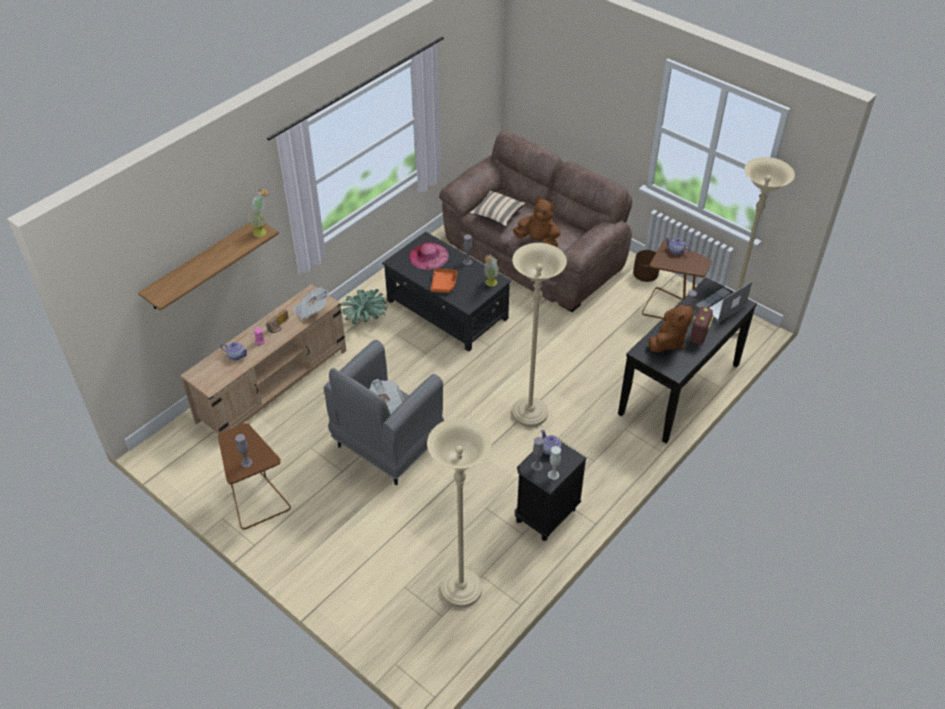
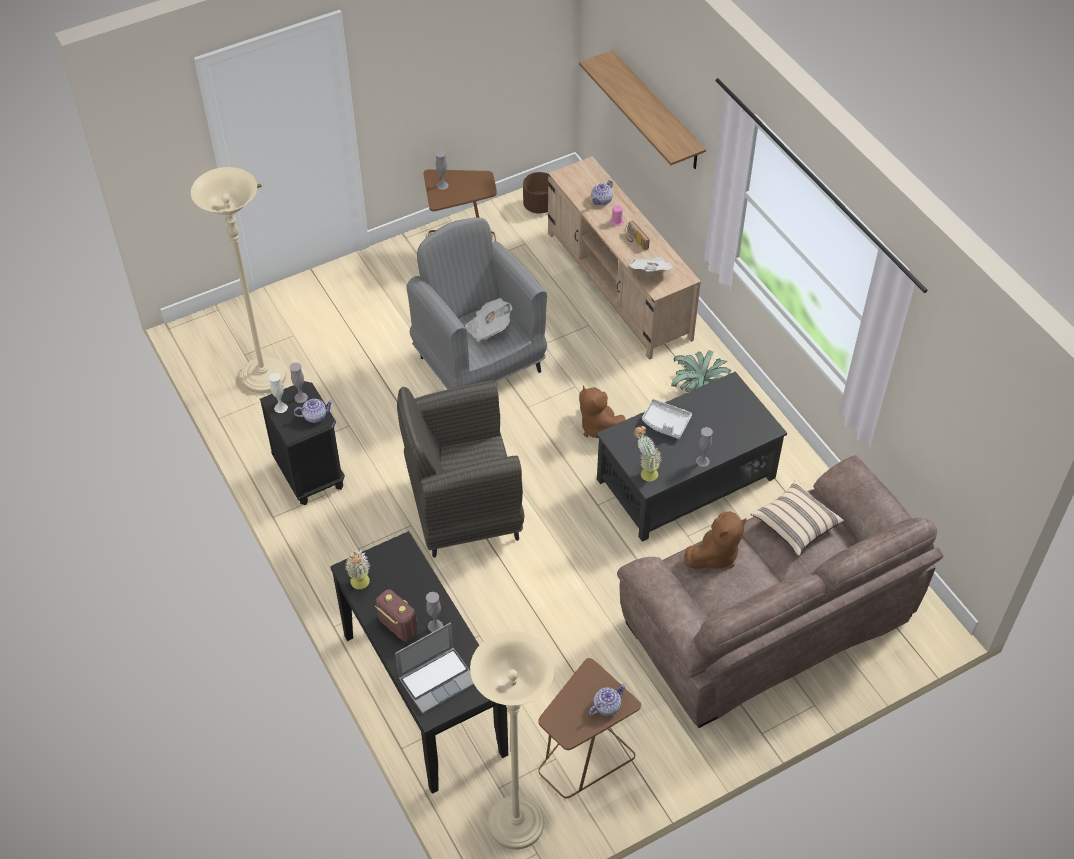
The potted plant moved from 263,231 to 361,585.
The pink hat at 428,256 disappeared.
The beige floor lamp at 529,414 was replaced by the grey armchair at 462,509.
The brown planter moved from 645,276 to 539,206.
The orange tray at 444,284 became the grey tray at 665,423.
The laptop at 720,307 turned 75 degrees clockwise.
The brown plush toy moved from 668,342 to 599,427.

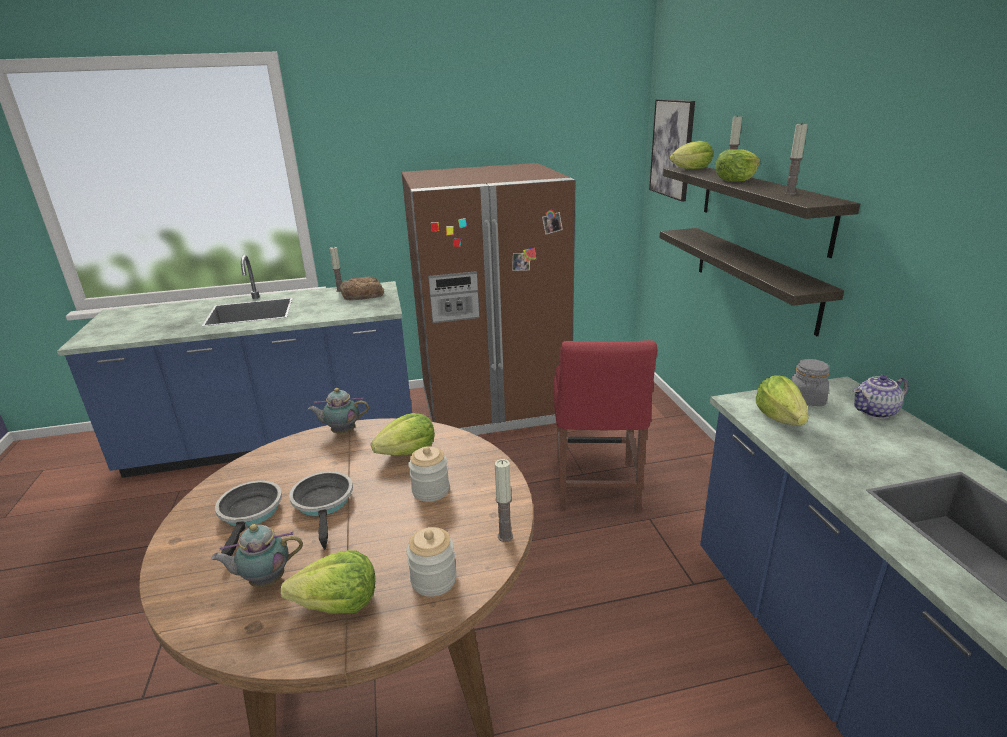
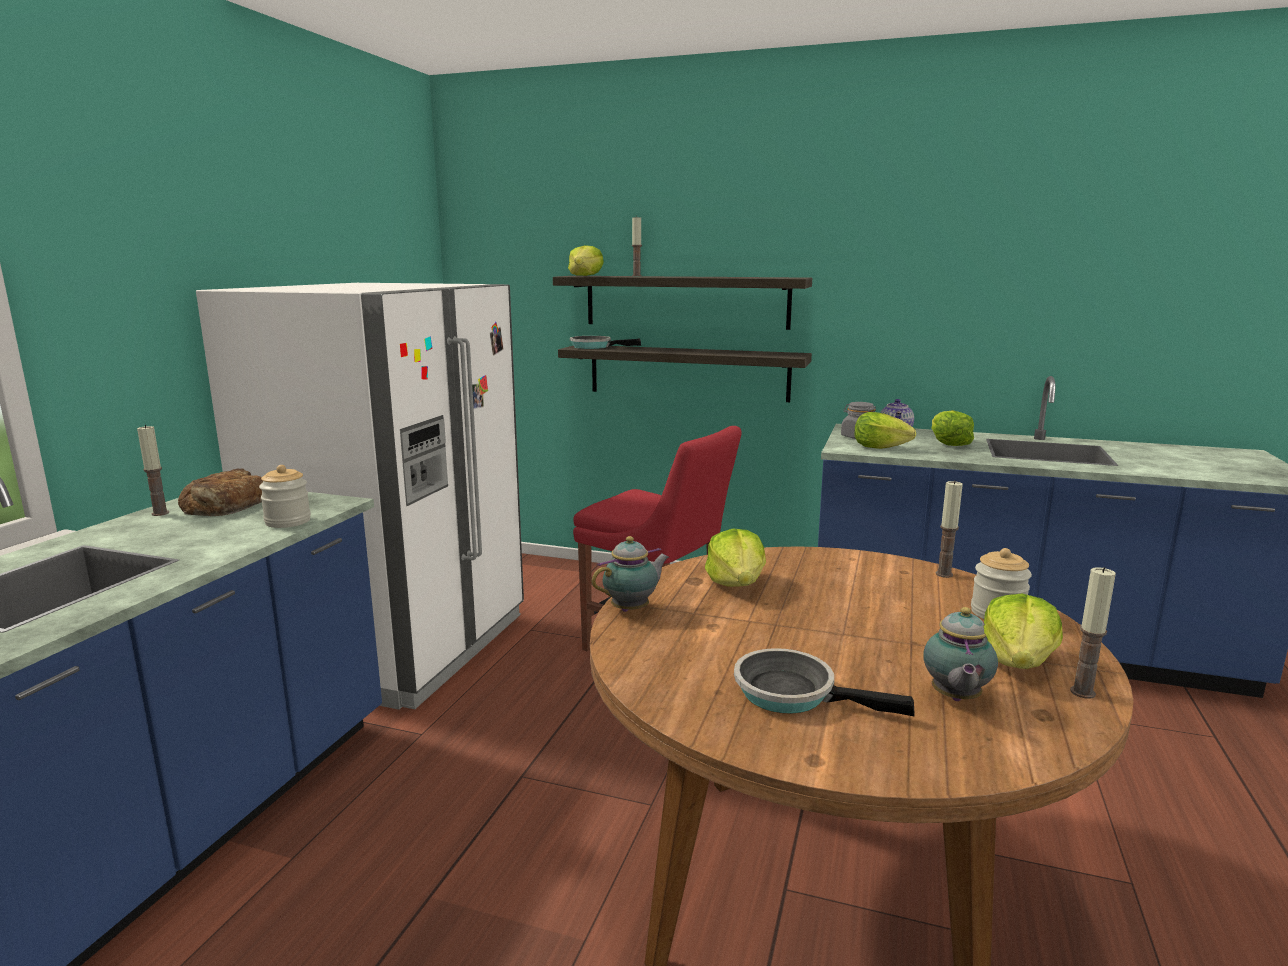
The picture at 672,149 disappeared.
The candle moved from 790,193 to 1082,692.
The lettuce moved from 735,180 to 948,443.
The brown fridge at 493,405 became the white fridge at 400,647.
The teapot at 342,432 turned 150 degrees counterclockwise.
The jar moved from 430,490 to 288,521.
The frying pan moved from 324,504 to 594,347.

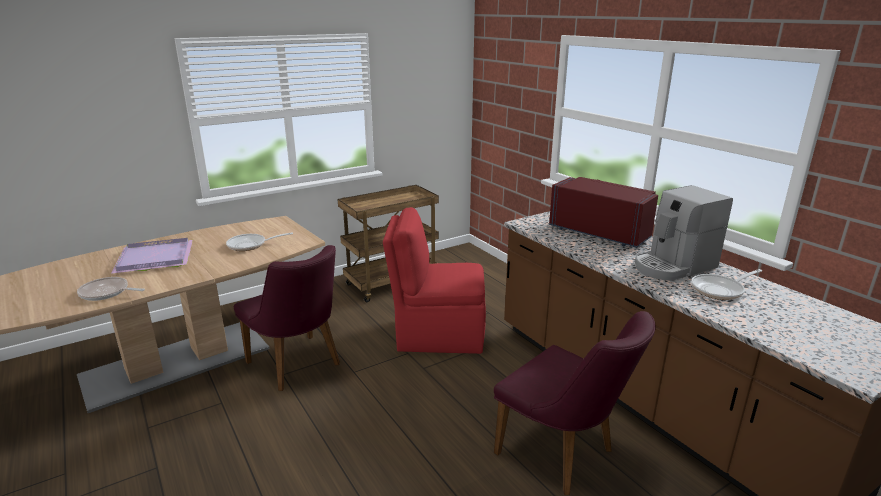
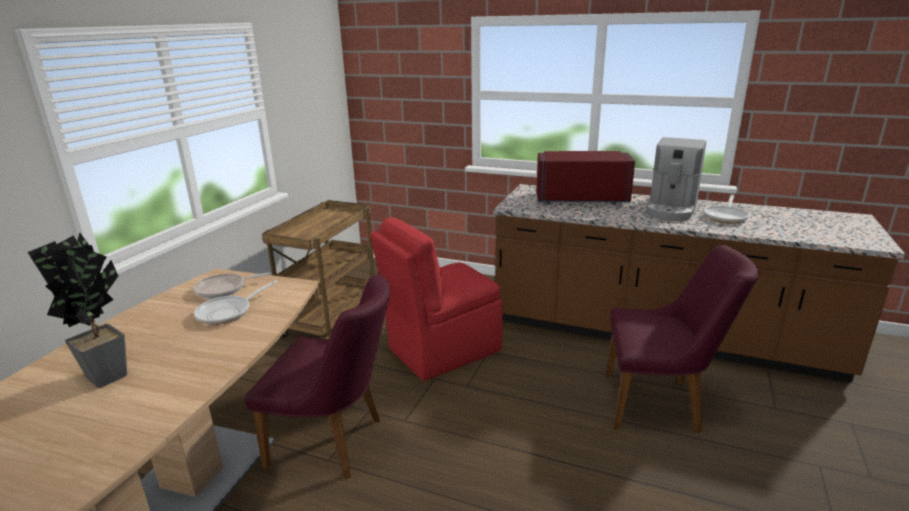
The purple tray at 156,258 was replaced by the potted plant at 108,373.
The frying pan moved from 107,293 to 224,289.

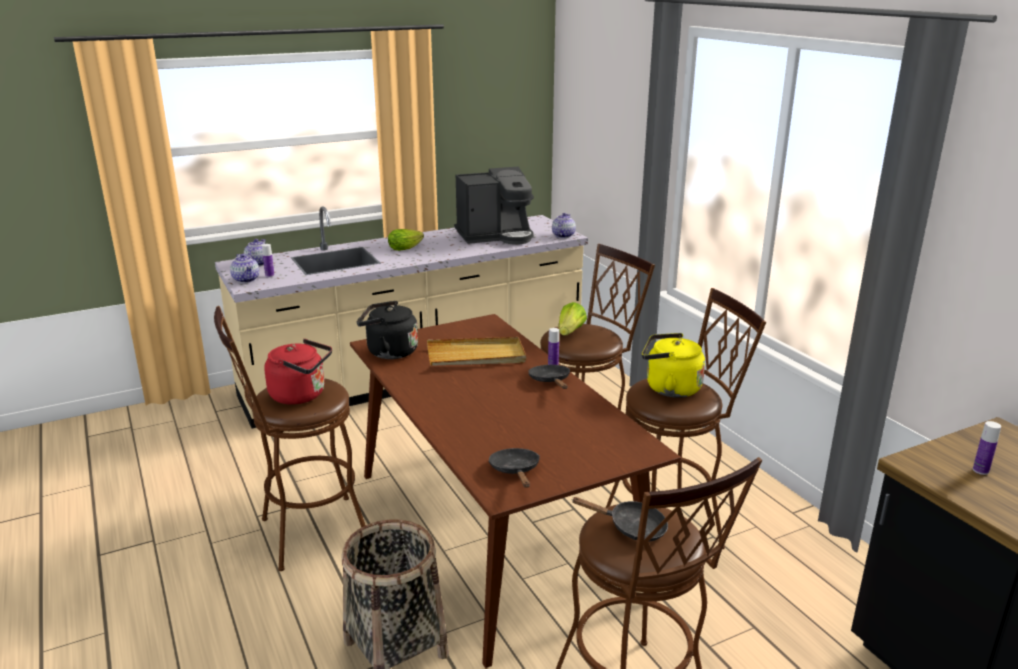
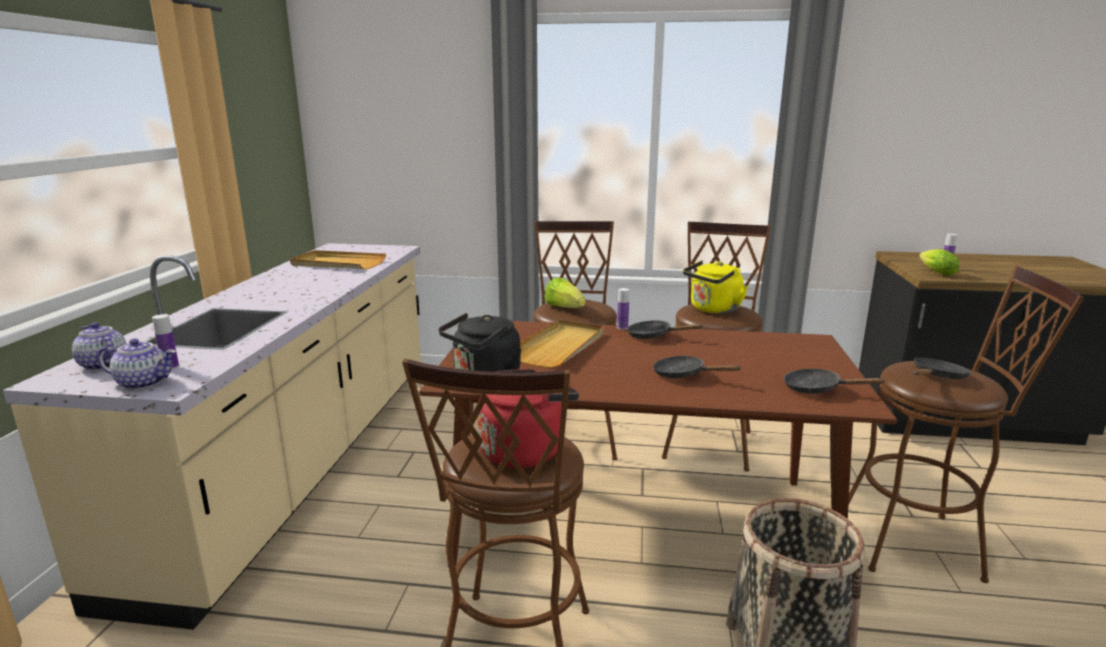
The coffee machine at 496,236 was replaced by the beige tray at 338,263.
The teapot at 563,235 disappeared.
The lettuce moved from 407,248 to 934,272.
The black frying pan at 683,375 appeared.

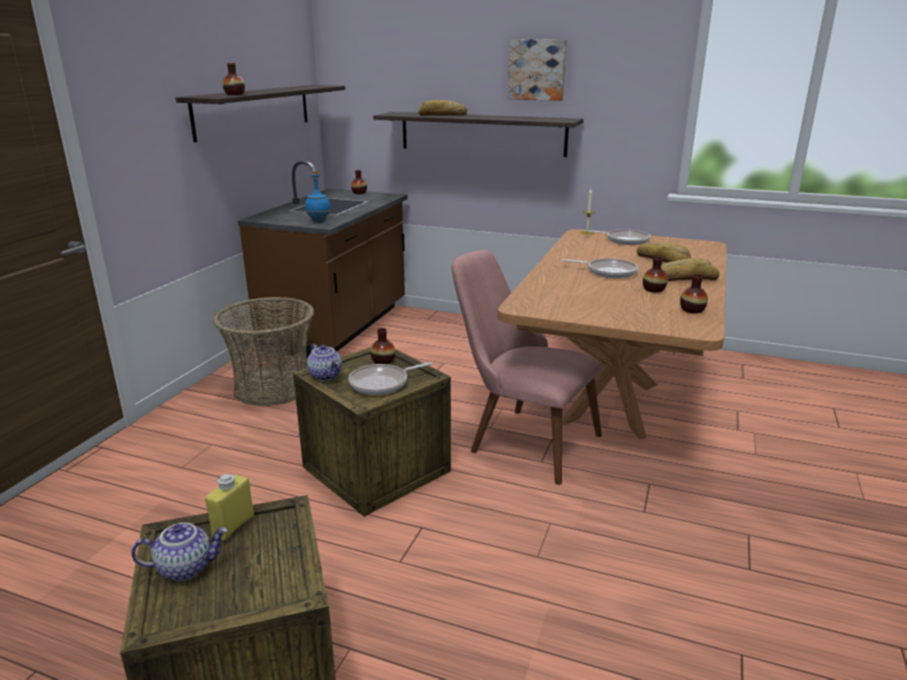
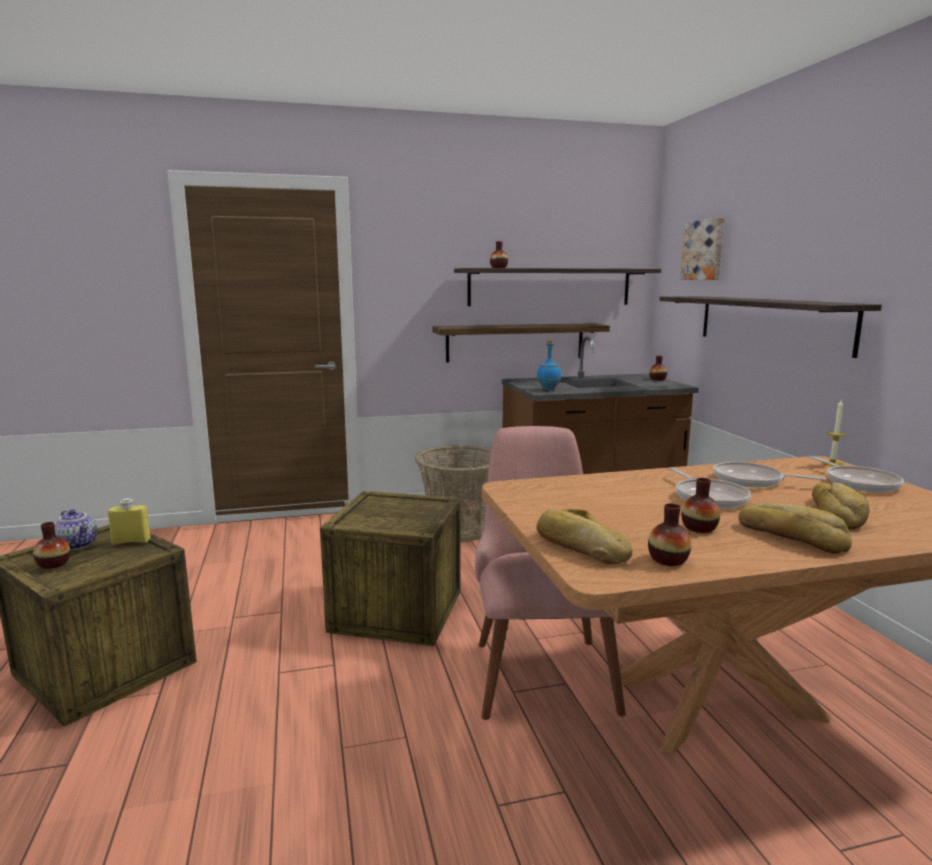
The picture moved from 537,69 to 704,250.
The bread moved from 442,115 to 580,547.
The vase moved from 383,361 to 53,564.
The teapot at 326,375 disappeared.
The frying pan moved from 382,383 to 752,481.
The shelf at 515,342 appeared.

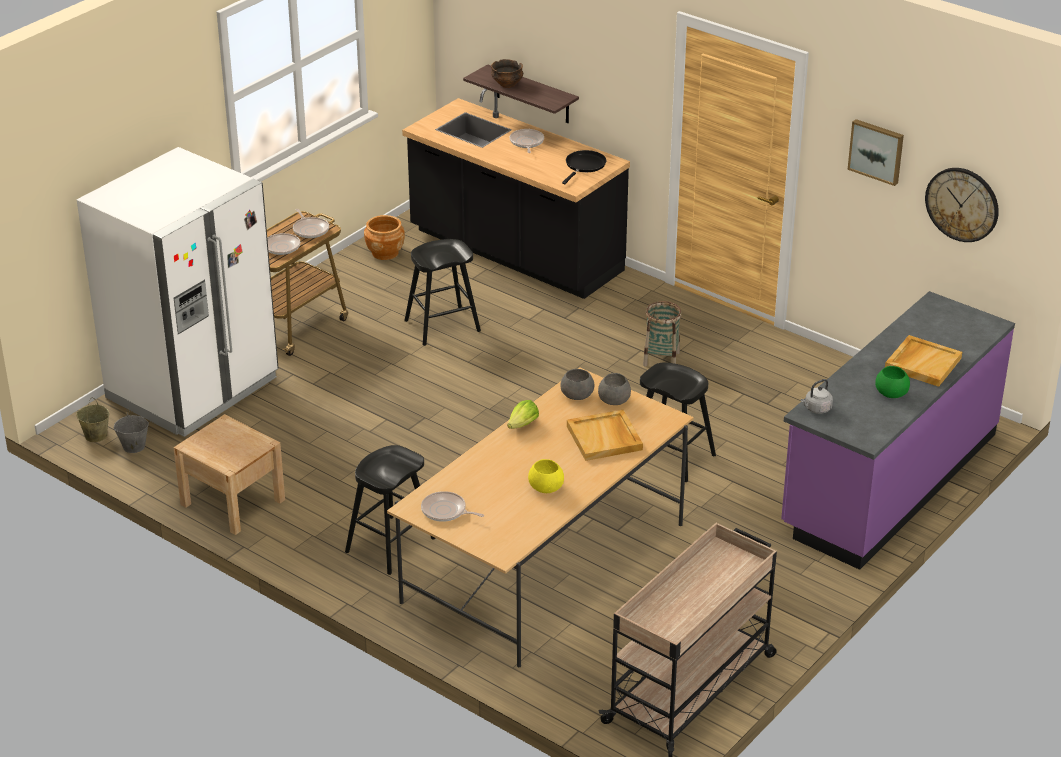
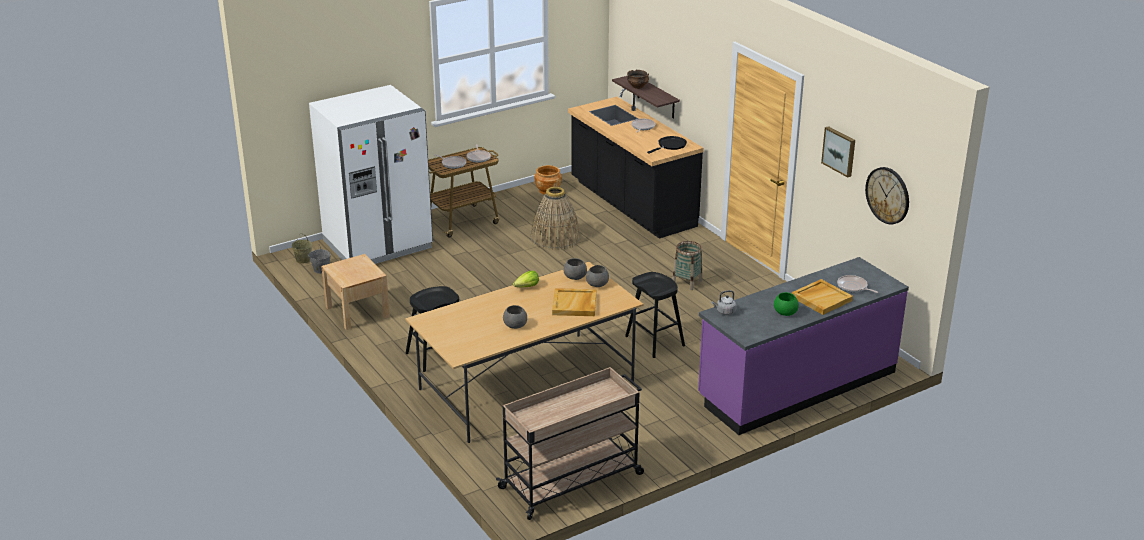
The black stool at 442,326 was replaced by the basket at 555,238.
The yellow bowl at 546,487 became the grey bowl at 515,325.
The frying pan moved from 446,511 to 853,287.

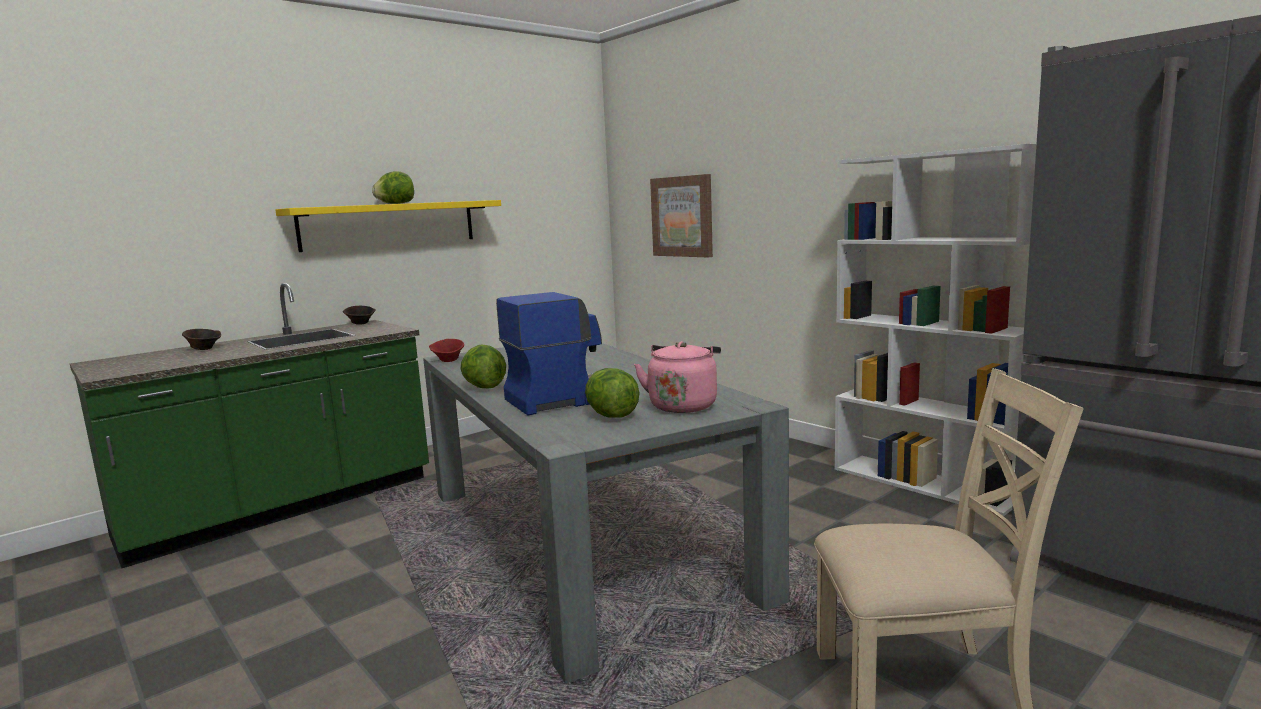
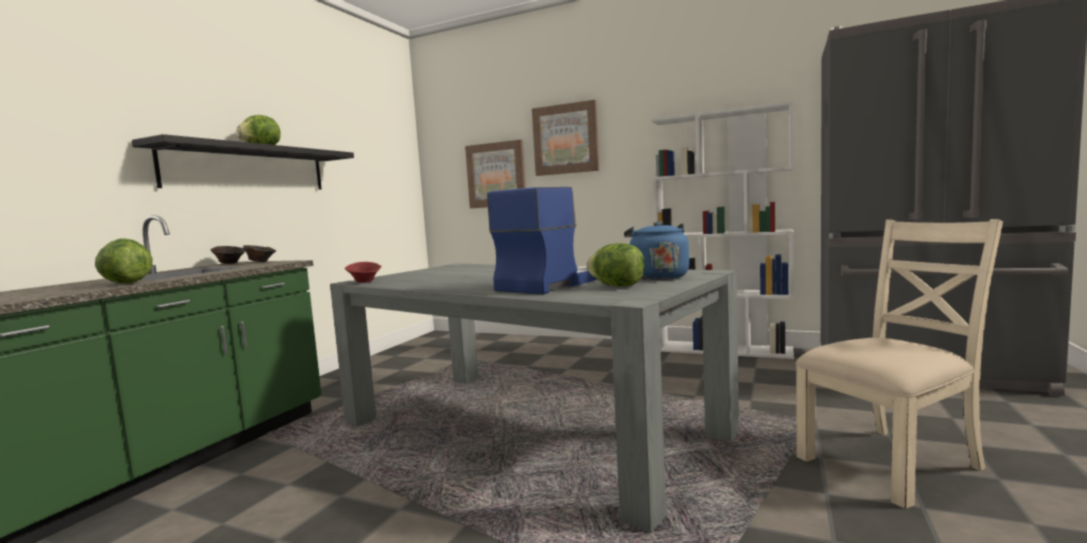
The yellow shelf at 390,225 became the black shelf at 248,169.
The brown bowl moved from 204,349 to 261,262.
The pink kettle at 683,405 became the blue kettle at 657,277.
The lettuce moved from 483,387 to 125,283.
The picture at 566,139 appeared.

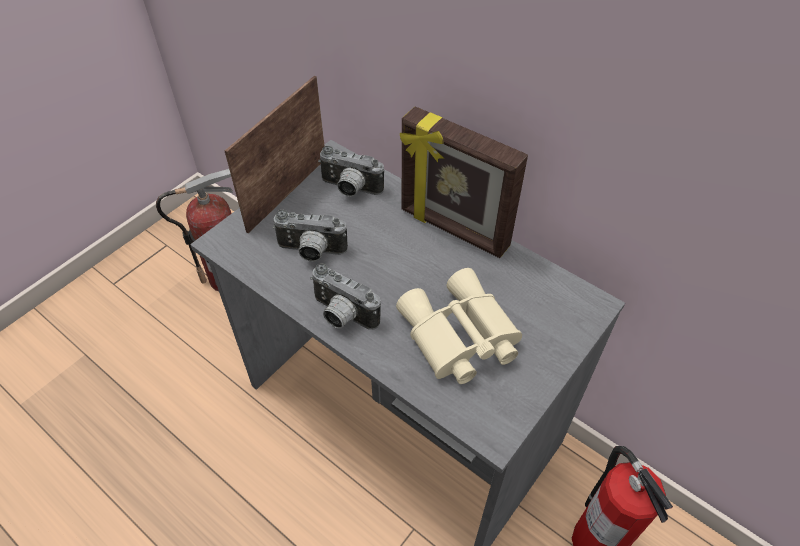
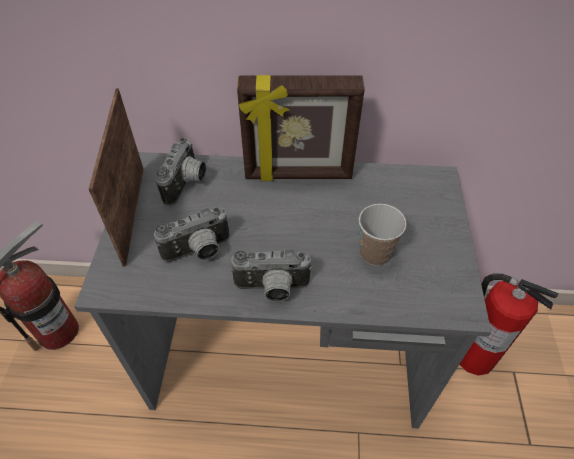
The photo camera at 349,189 turned 60 degrees counterclockwise.
The beige binoculars at 458,337 was replaced by the cup at 375,253.

